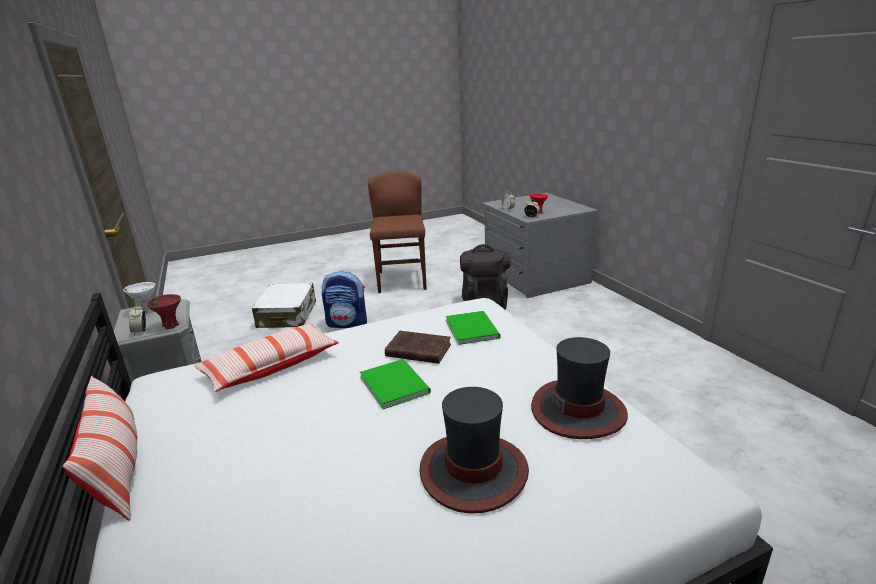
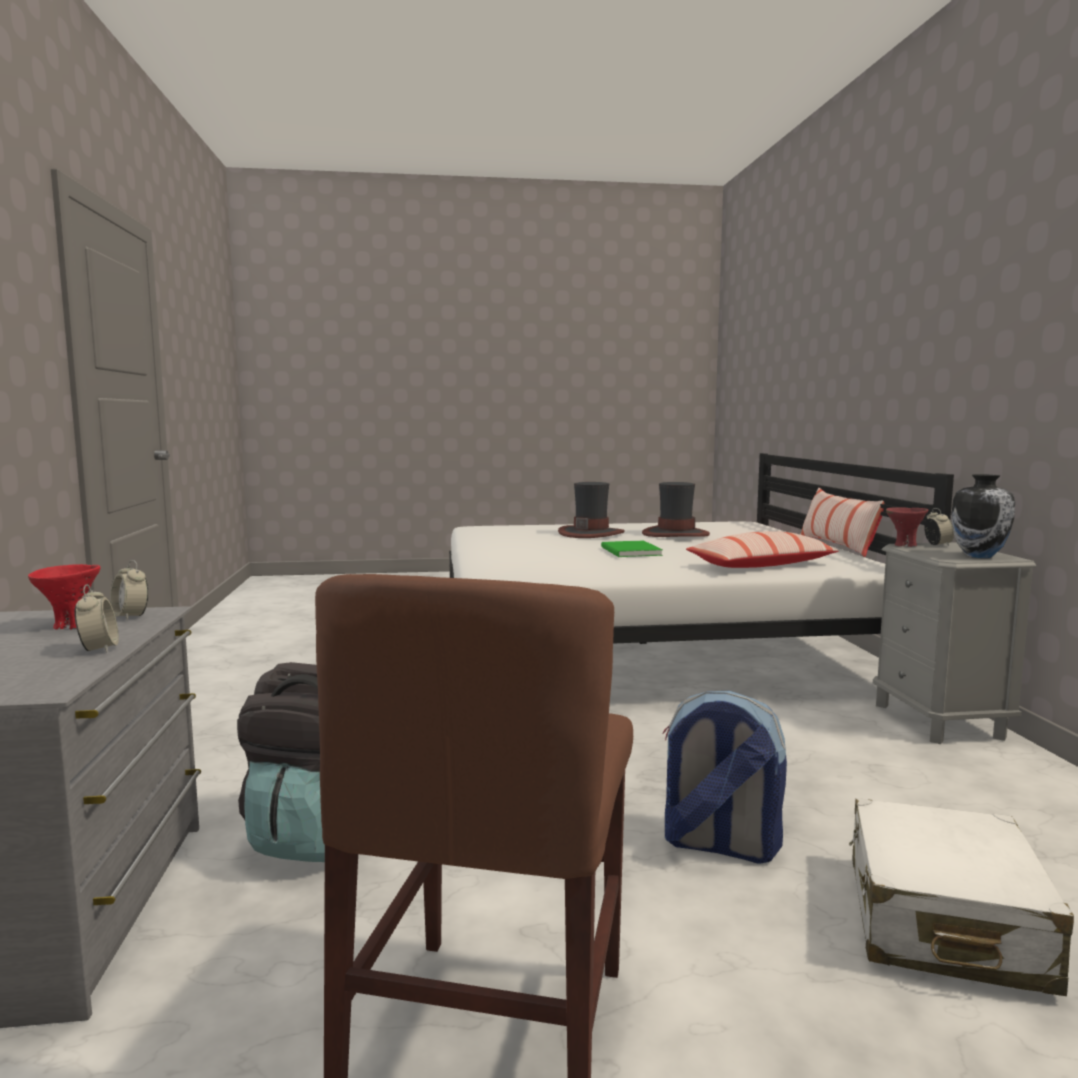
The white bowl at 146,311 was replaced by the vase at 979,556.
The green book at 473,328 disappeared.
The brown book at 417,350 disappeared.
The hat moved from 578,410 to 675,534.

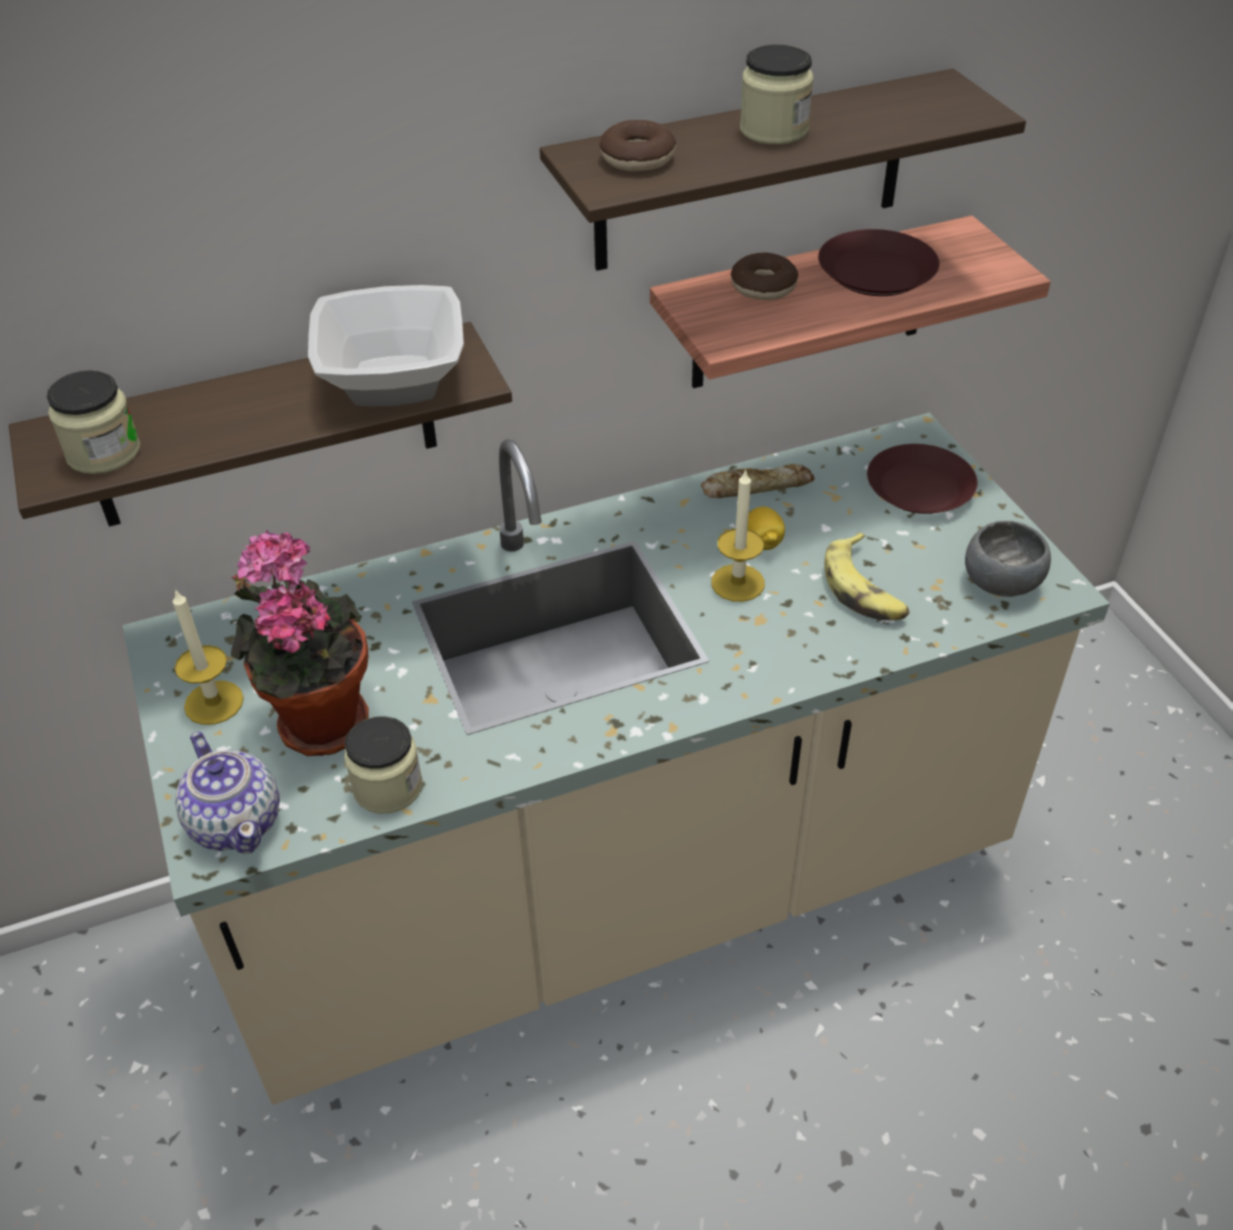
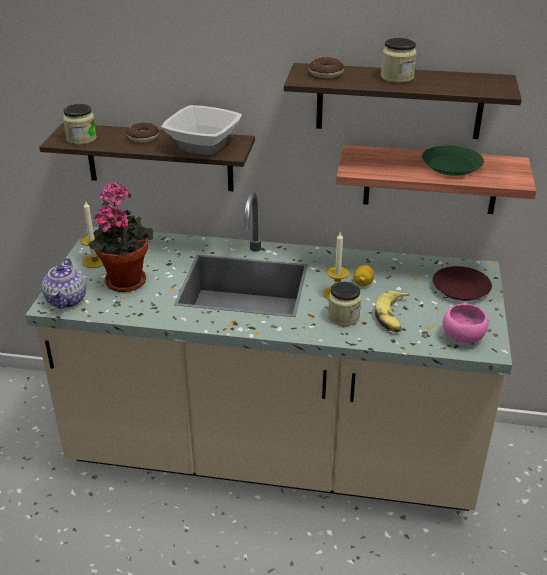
The brown plate at 875,273 became the green plate at 451,165.
The donut moved from 763,287 to 143,138.
The bread at 756,487 disappeared.
The grey bowl at 1003,583 became the pink bowl at 464,338.
The jar moved from 388,787 to 343,317.

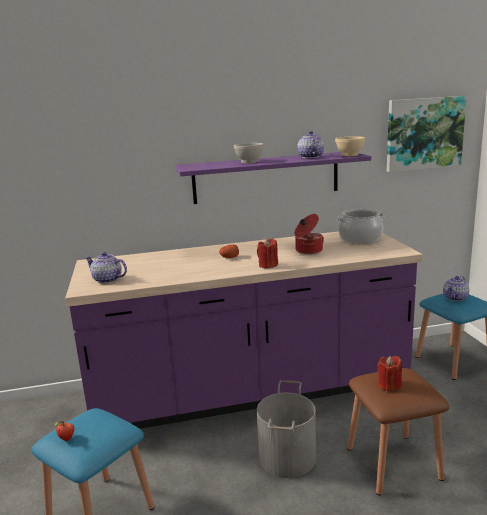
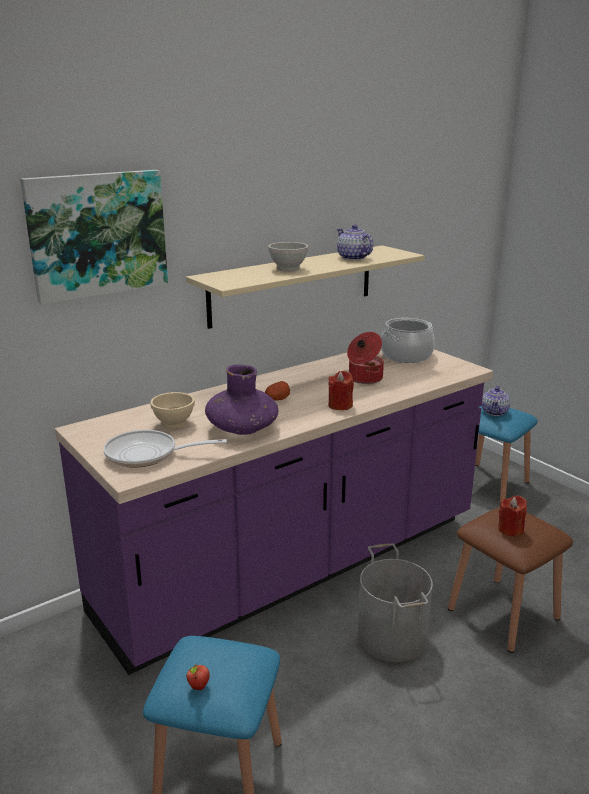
The picture moved from 424,133 to 97,234.
The beige bowl moved from 349,155 to 173,424.
The purple shelf at 266,177 became the beige shelf at 293,285.
The teapot at 107,280 was replaced by the frying pan at 147,455.
The purple vase at 242,428 appeared.

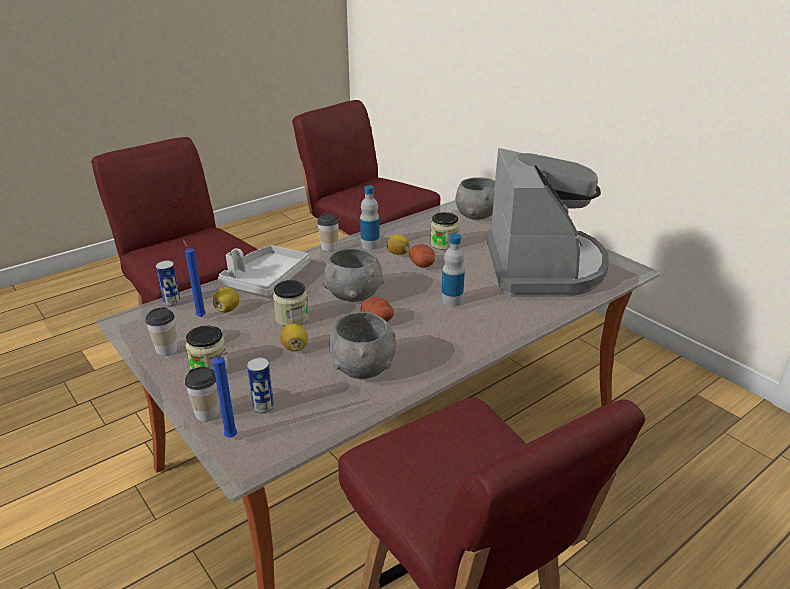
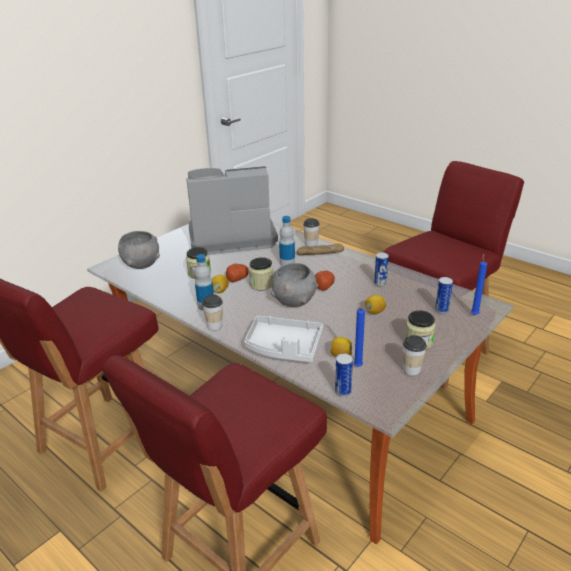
The jar moved from 292,318 to 261,284.
The grey bowl at 364,367 was replaced by the can at 380,283.
The cup moved from 207,413 to 311,244.
The bread at 320,254 appeared.

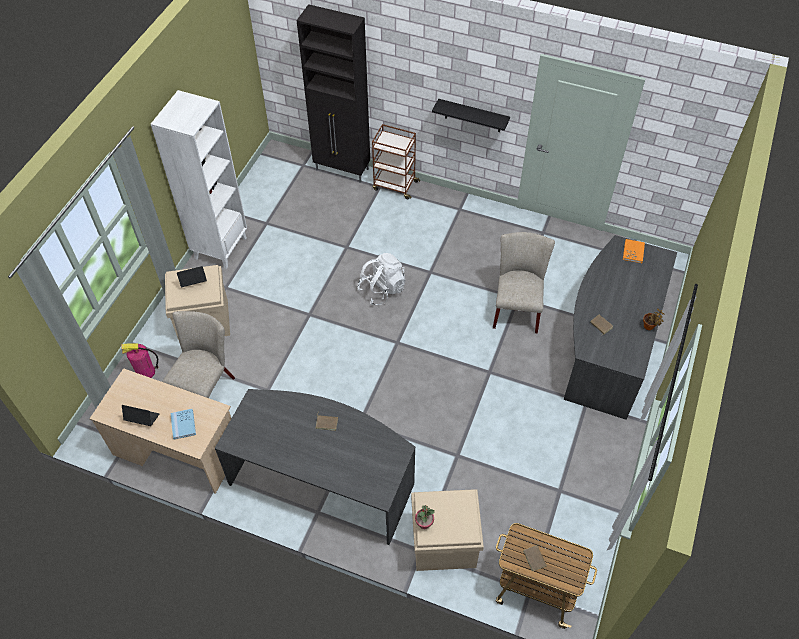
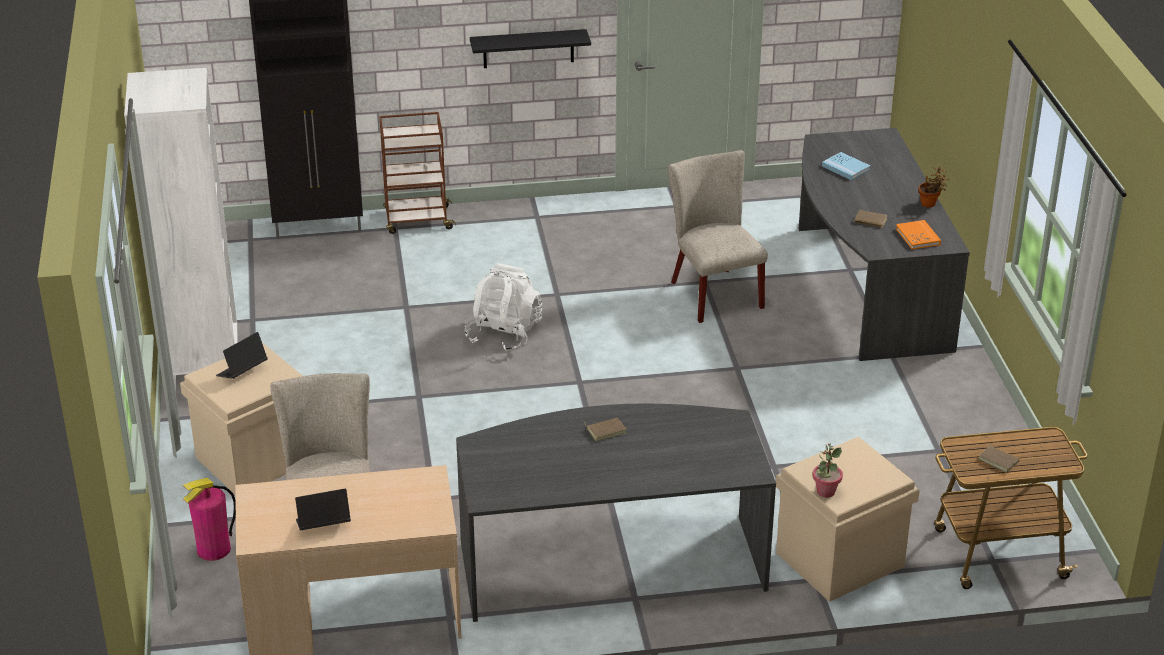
The orange book moved from 633,252 to 917,236.
The blue book moved from 183,424 to 845,168.

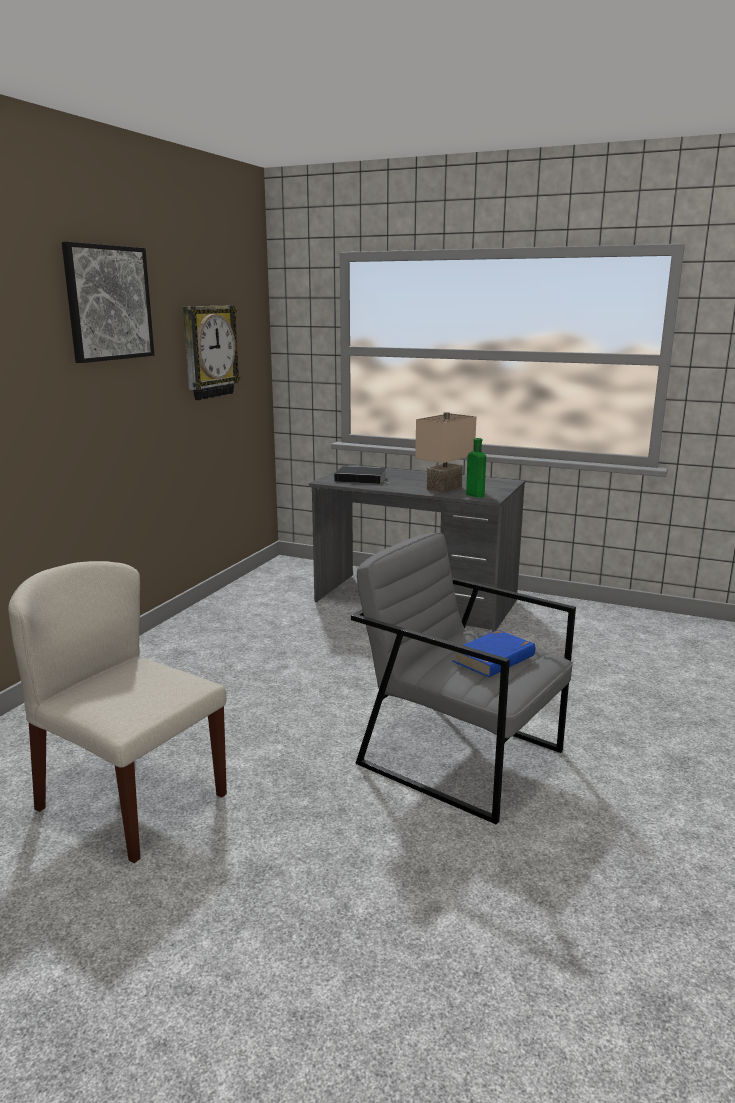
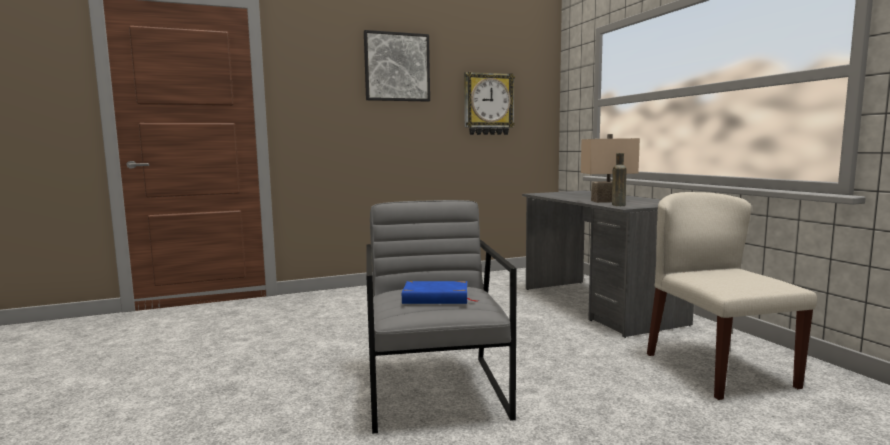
The green bottle at 474,495 became the brown bottle at 618,205.
The book at 362,479 disappeared.
The beige chair moved from 130,801 to 717,369.

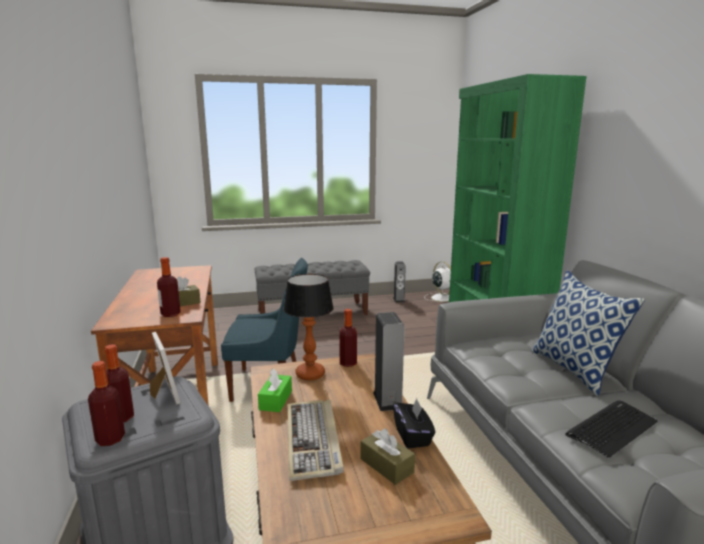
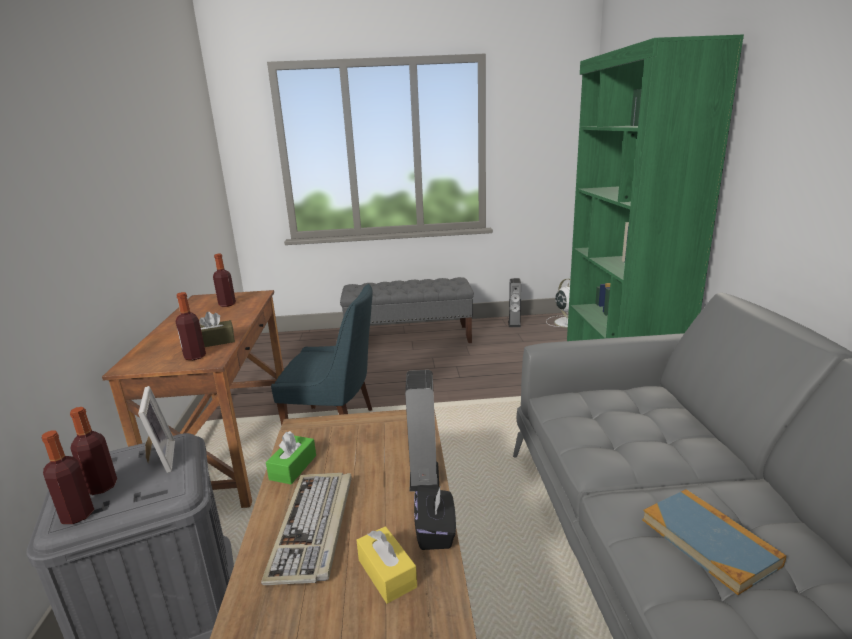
The pillow at 575,370 disappeared.
The table lamp at 310,374 disappeared.
The bottle moved from 348,363 to 227,304.
The keyboard at 612,428 was replaced by the book at 708,541.
The brown tissue box at 386,465 became the yellow tissue box at 387,573.

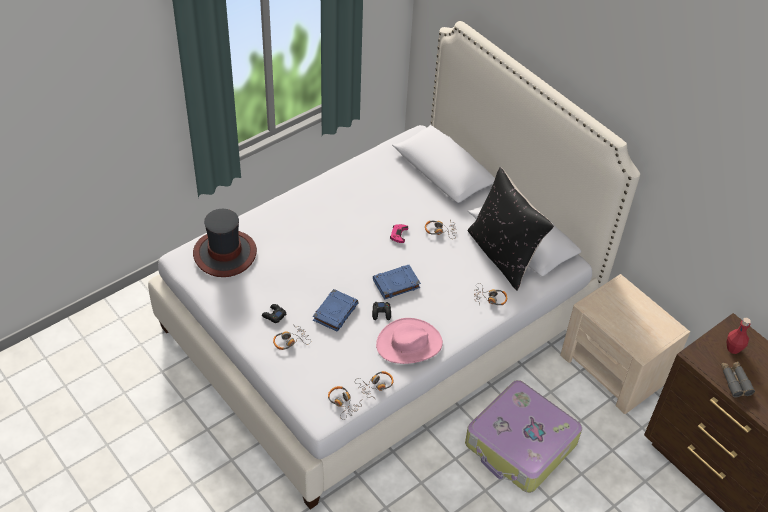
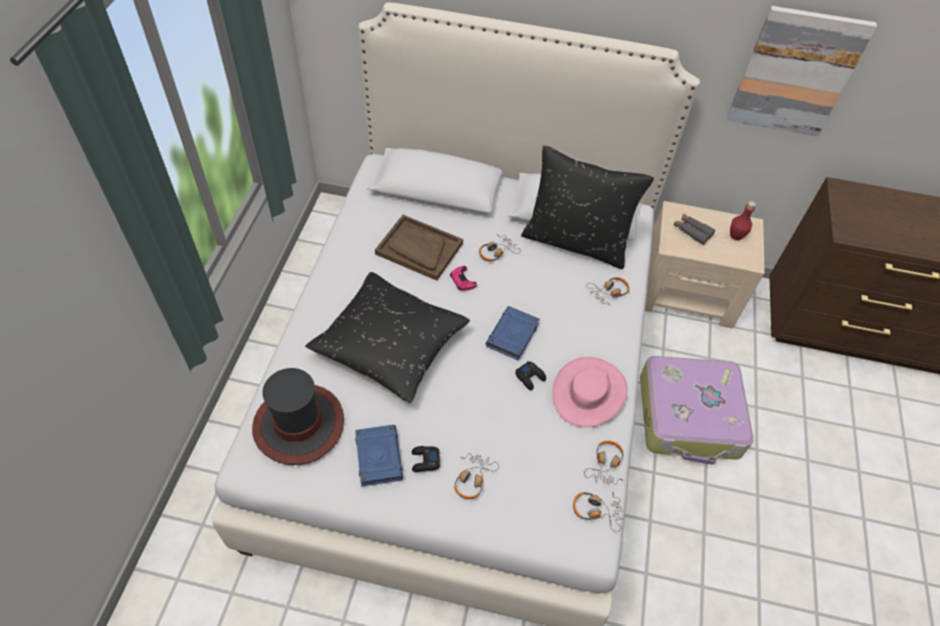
The blue book moved from 335,312 to 378,456.
The red bottle moved from 733,348 to 736,235.
The grey binoculars moved from 735,381 to 692,231.
The picture at 796,72 appeared.
The brown tray at 419,249 appeared.
The black pillow at 390,345 appeared.

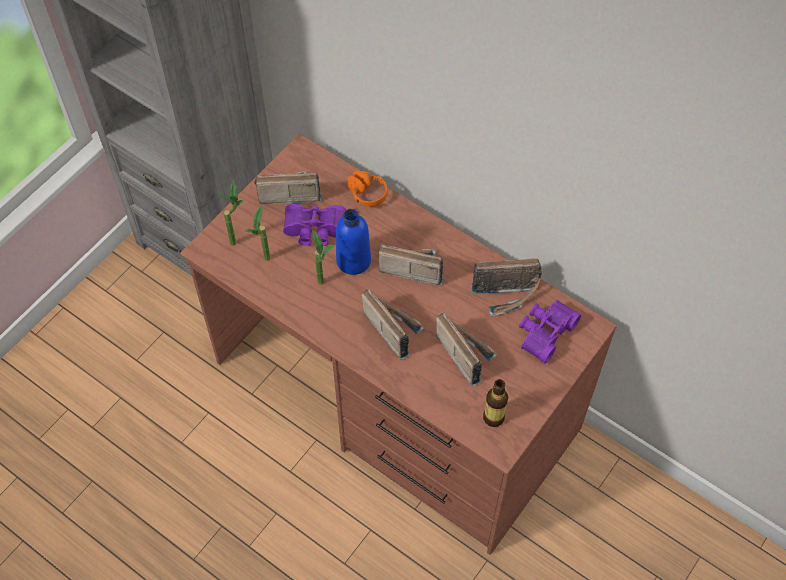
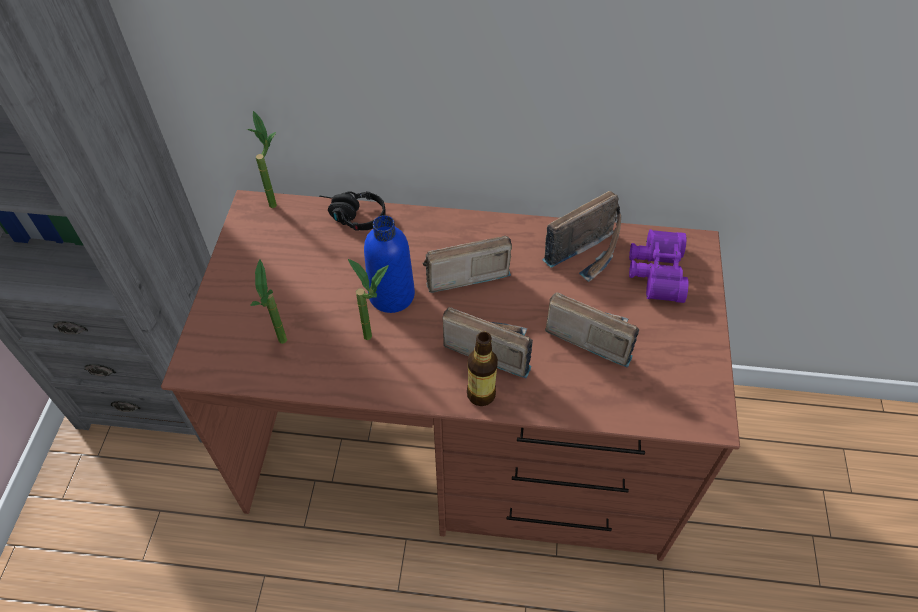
The orange headphones at 362,190 became the black headphones at 351,217.
The radio at 287,192 disappeared.
The potted plant moved from 237,238 to 275,199.
The purple binoculars at 315,231 disappeared.
The bottle moved from 493,418 to 481,394.

